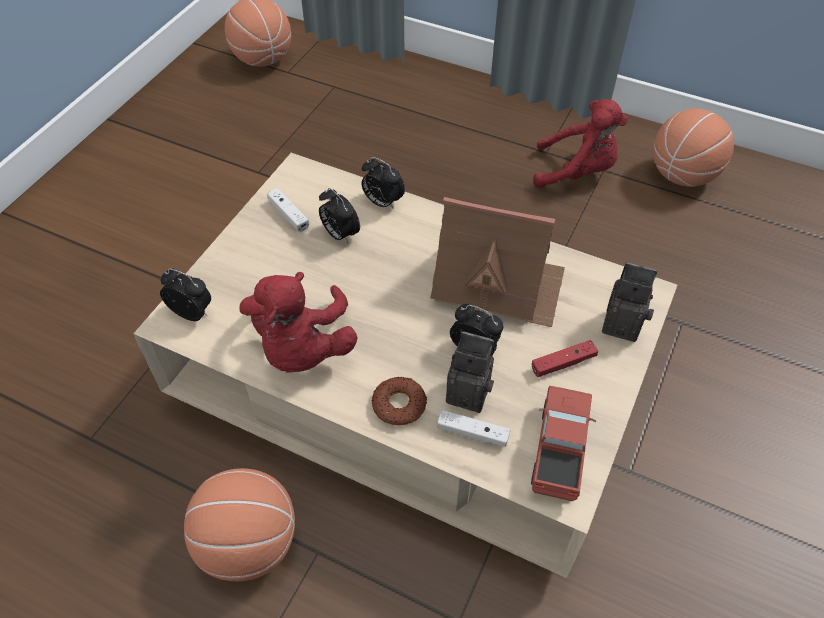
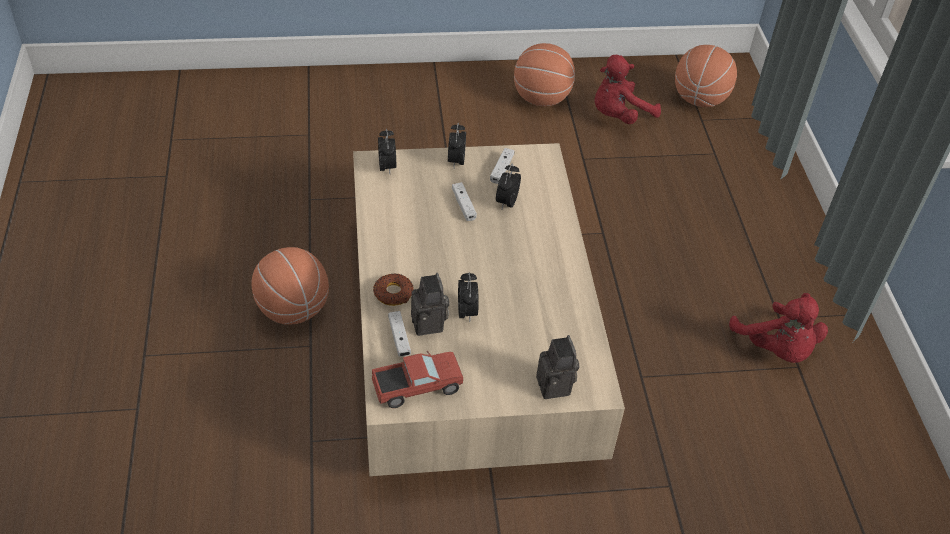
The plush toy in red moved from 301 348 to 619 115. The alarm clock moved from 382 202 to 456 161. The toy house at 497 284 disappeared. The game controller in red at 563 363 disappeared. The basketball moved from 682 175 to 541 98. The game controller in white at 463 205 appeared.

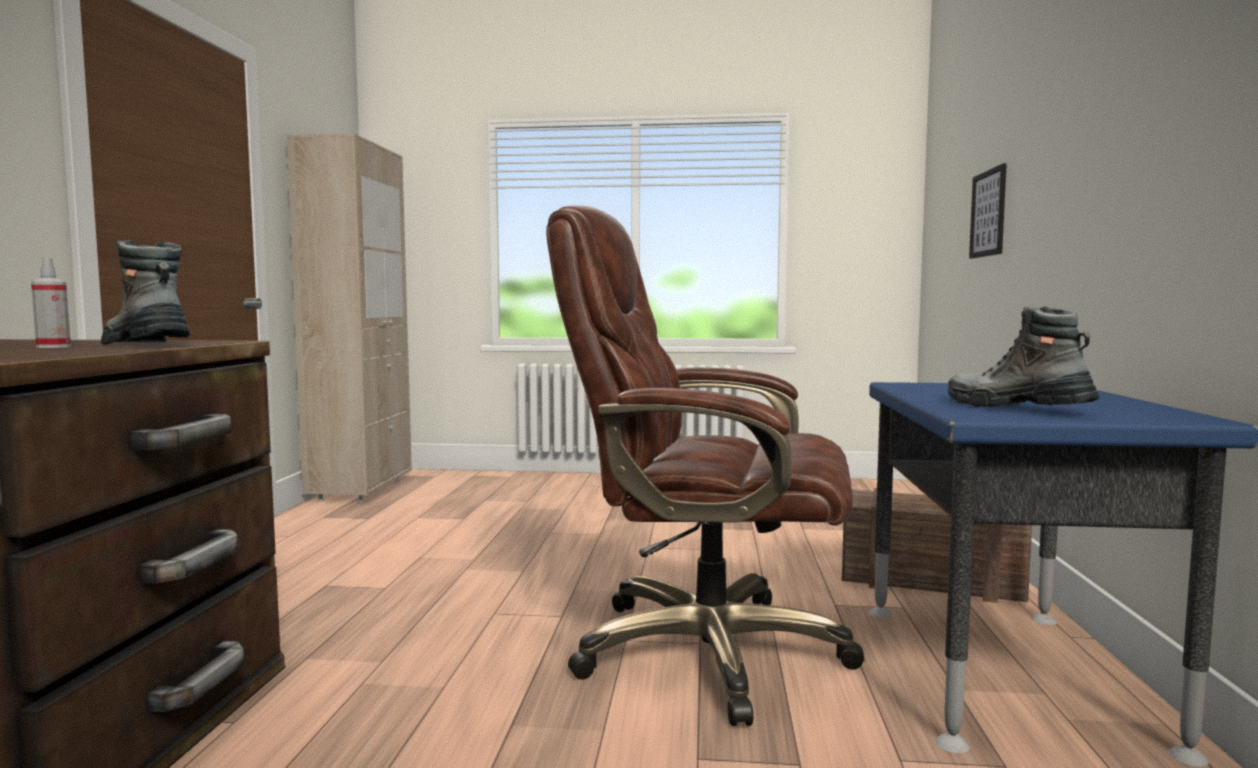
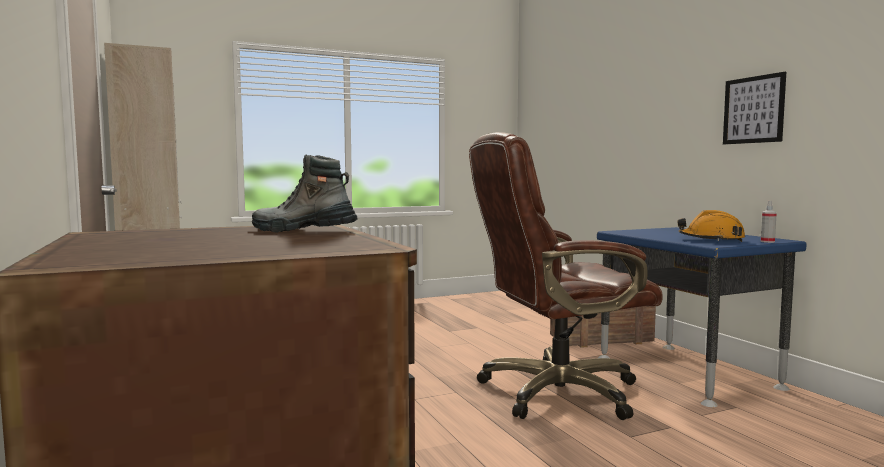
The spray bottle moved from 53 347 to 767 241. The boot at 1016 407 was replaced by the hard hat in orange at 711 240. The picture moved from 988 213 to 753 110.

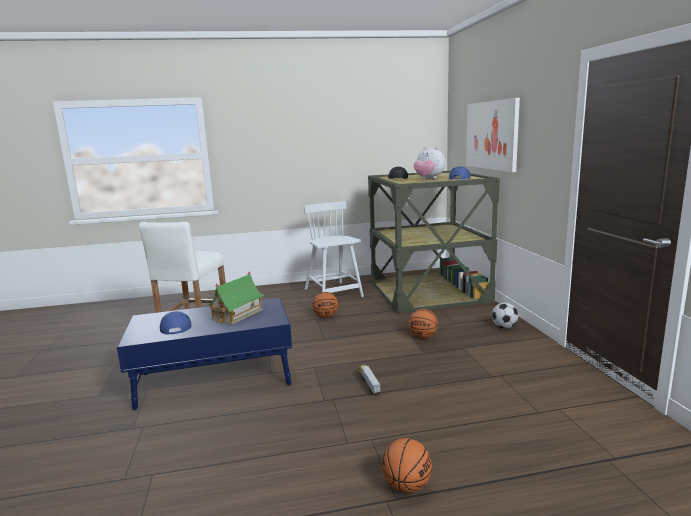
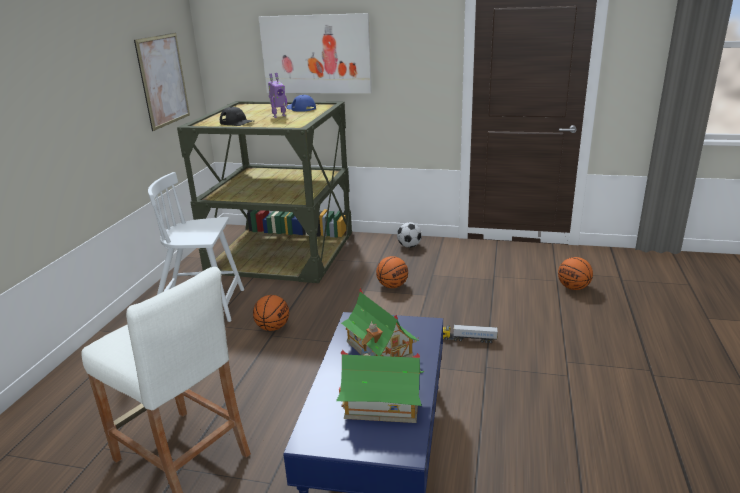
The cap in blue at 176 326 was replaced by the toy house at 381 404. The basketball moved from 407 486 to 573 287. The plush toy at 428 179 was replaced by the toy robot at 279 116. The picture at 163 80 appeared.

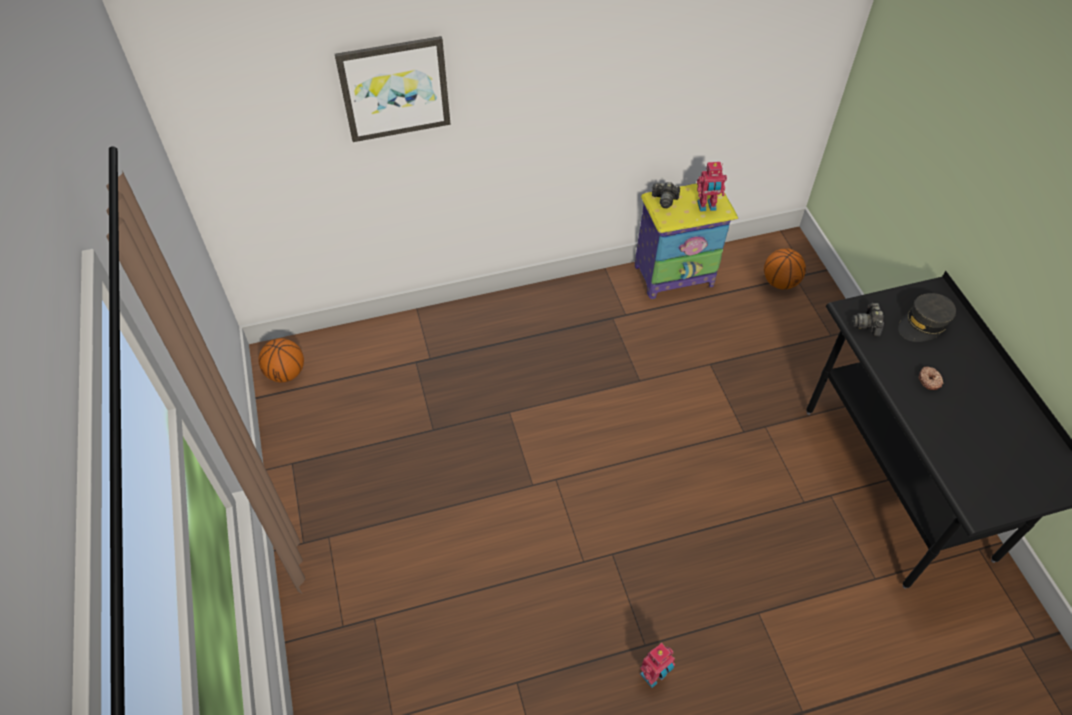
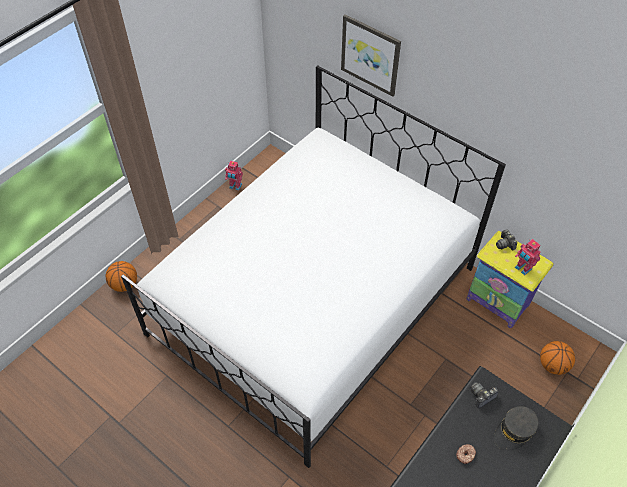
The basketball moved from 286 373 to 124 284. The toy robot moved from 654 676 to 235 186. The cap in grey at 923 324 turned 60 degrees counterclockwise. The bed in white at 314 300 appeared.

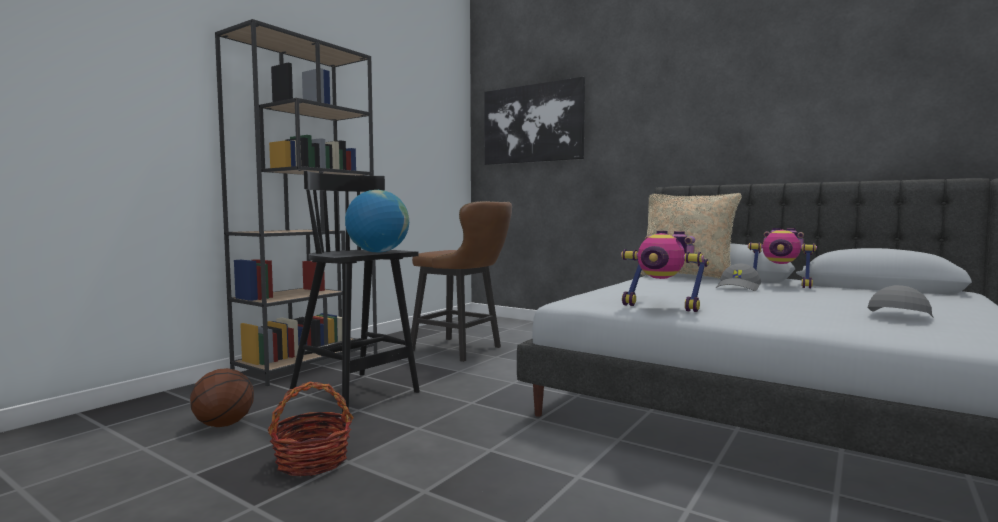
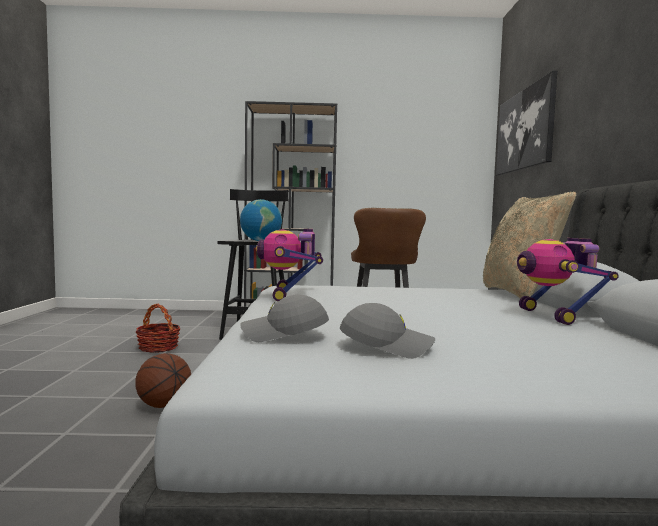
The basketball moved from 223 424 to 163 405. The cap in grey moved from 739 288 to 284 335.

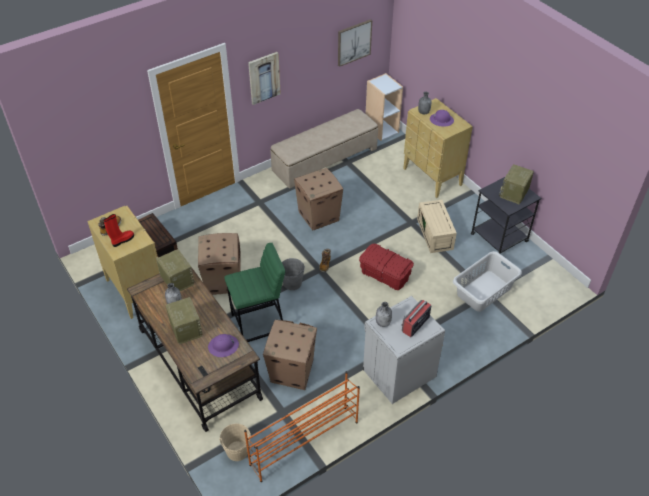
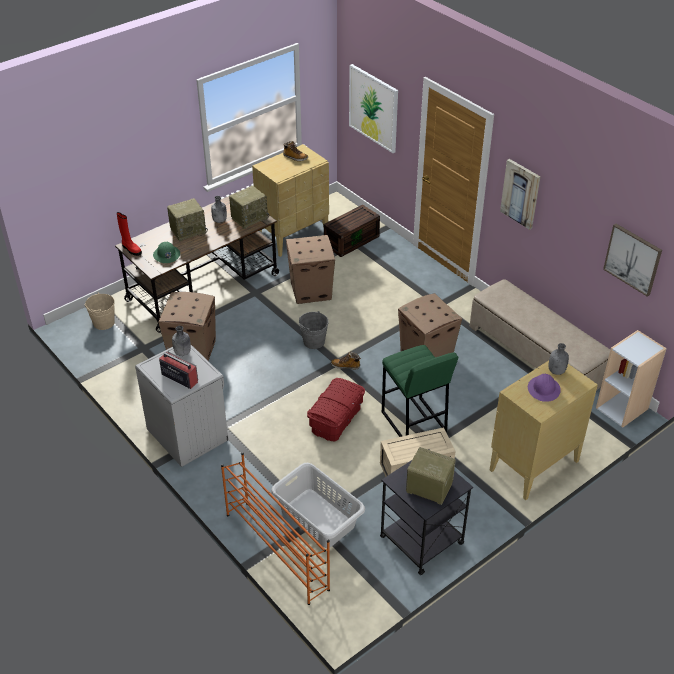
The boot in red moved from 122 240 to 131 249. The hard hat in purple at 223 346 became the hard hat in green at 166 255. The stool in green moved from 259 322 to 414 422. The shoe rack in orange moved from 303 443 to 276 550. The picture at 373 108 appeared.

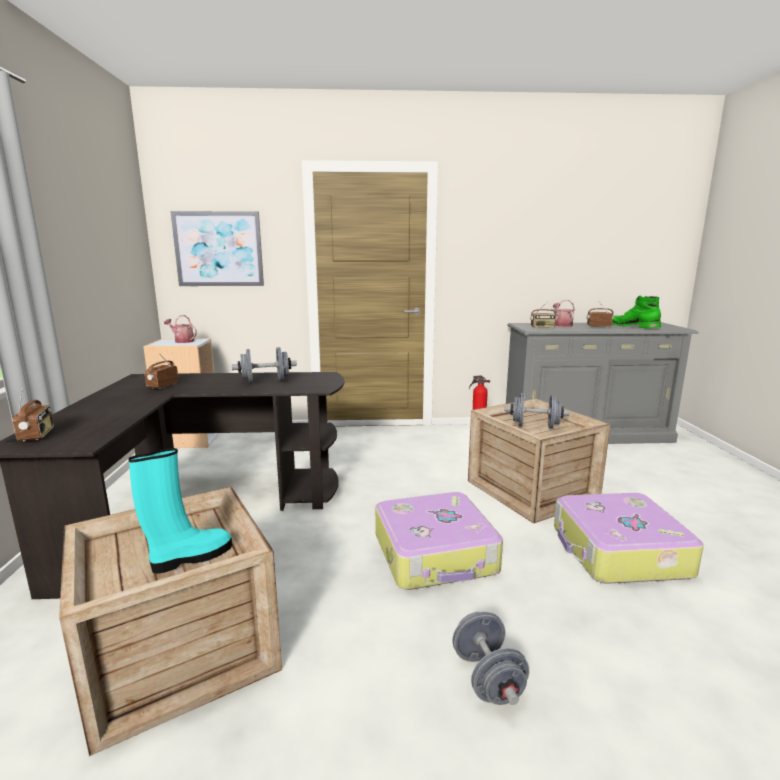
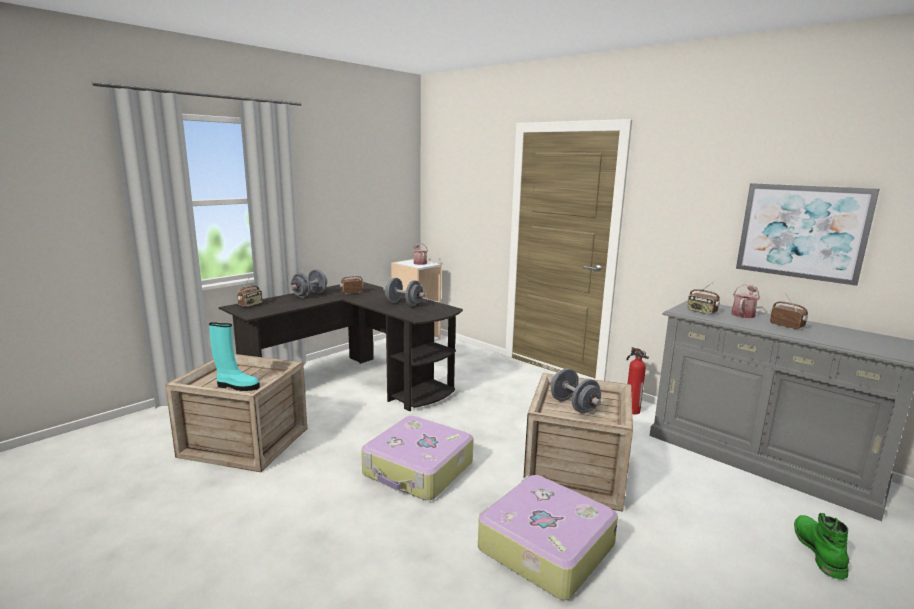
The picture moved from 218 249 to 802 232. The dumbbell in grey moved from 487 678 to 309 295. The boot in green moved from 632 326 to 818 550.

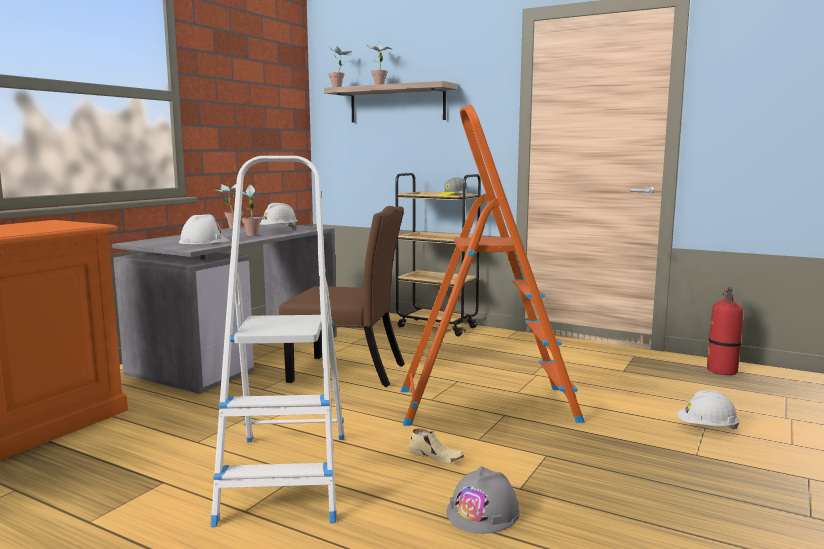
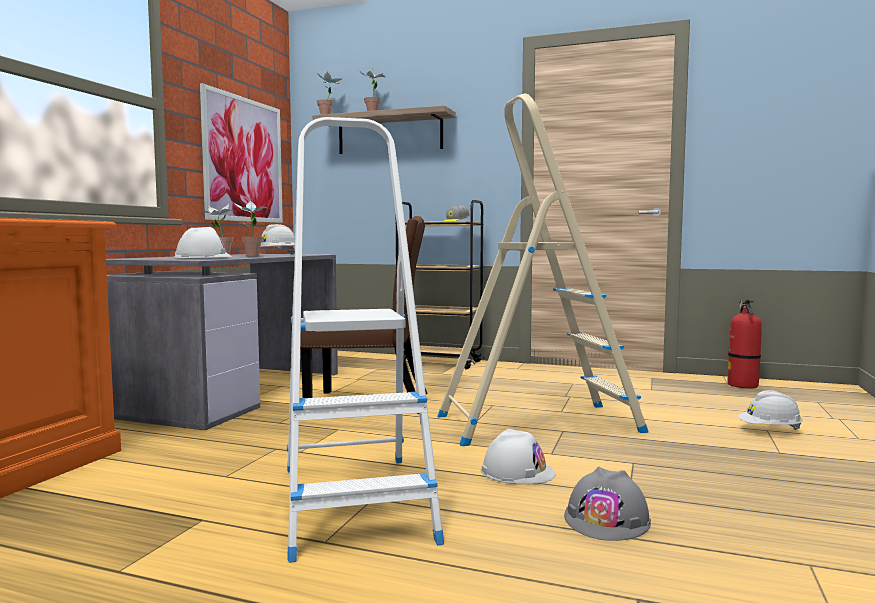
The step ladder in orange at 488 405 became the step ladder in beige at 539 423. The shoe in beige at 436 456 was replaced by the hard hat in white at 517 471. The picture at 243 160 appeared.

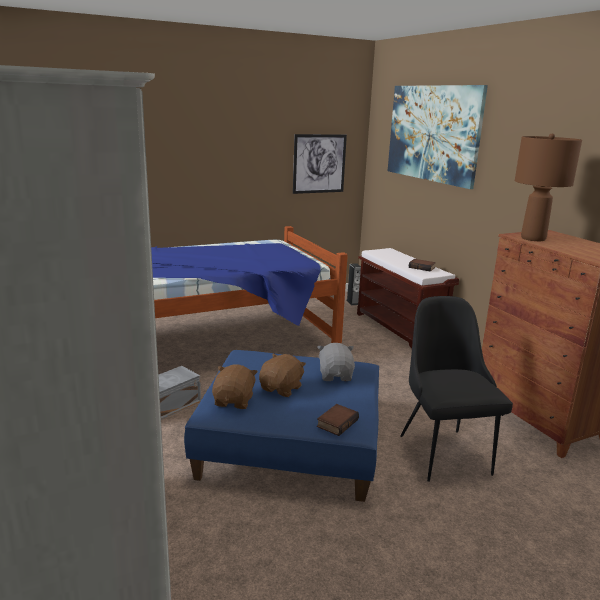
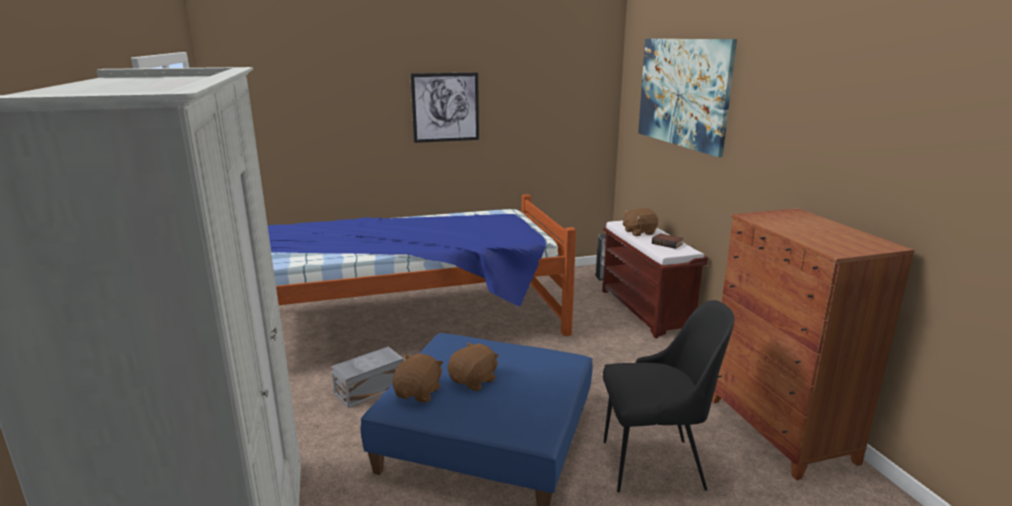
The picture moved from 319 163 to 445 107. The book at 336 422 disappeared. The plush toy in grey at 336 375 disappeared. The chair in black at 443 454 turned 90 degrees clockwise. The table lamp in brown at 533 238 disappeared. The plush toy in brown at 639 232 appeared.

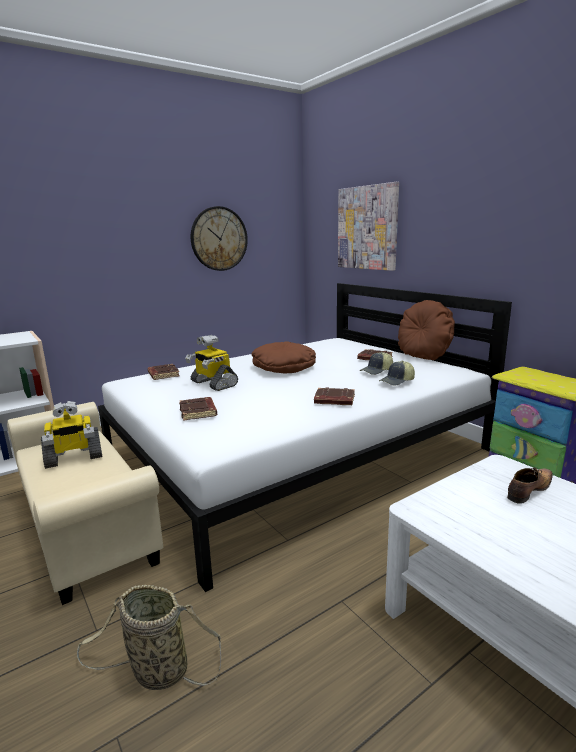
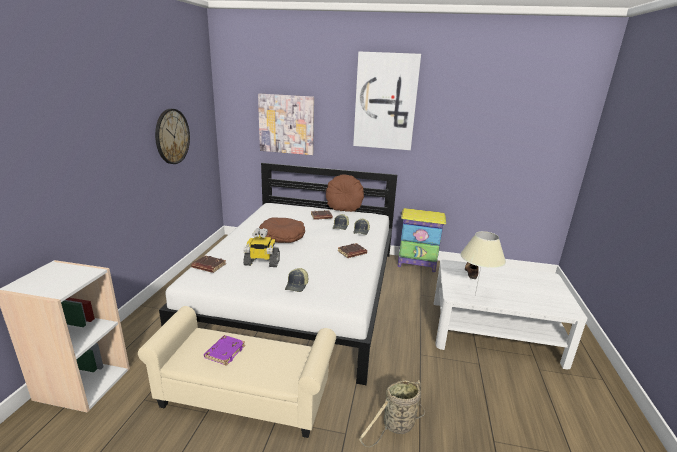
The toy robot at 73 458 was replaced by the book in purple at 225 352. The book in brown at 199 412 was replaced by the cap at 297 285. The picture at 385 102 appeared. The table lamp in beige at 475 295 appeared.

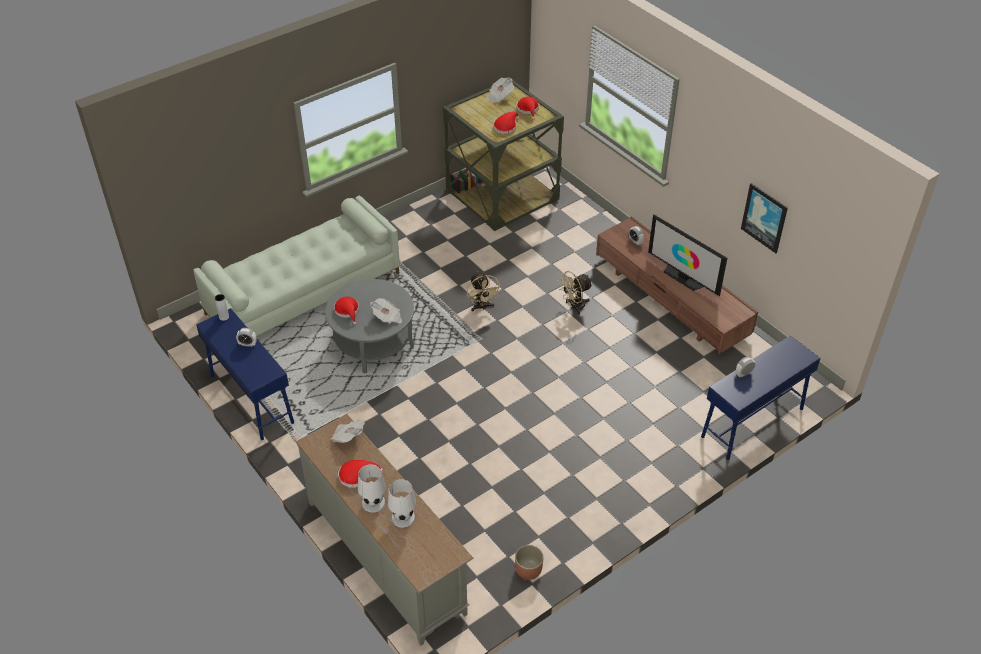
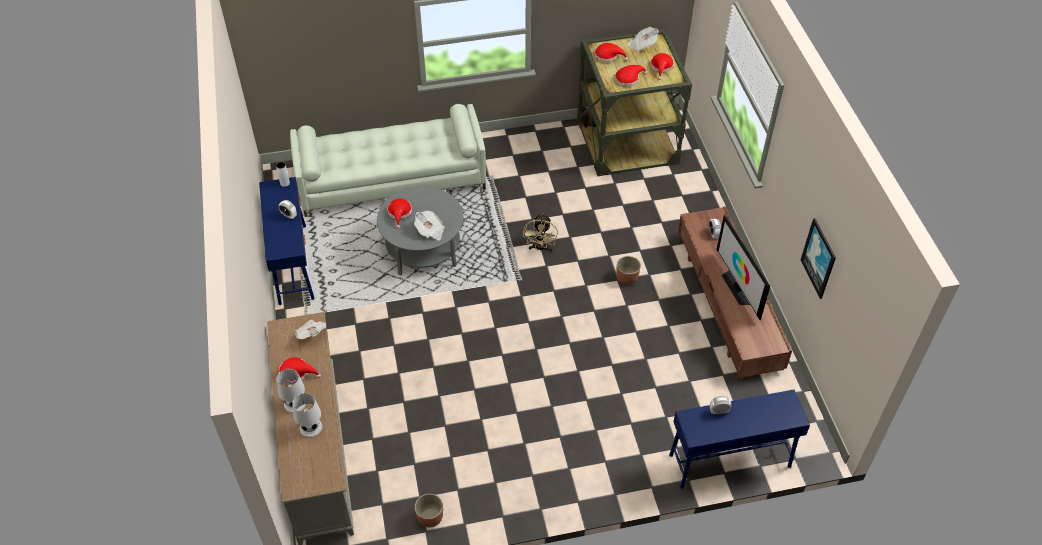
The fan in beige at 574 306 was replaced by the planter at 627 278. The hat in red at 608 56 appeared.

